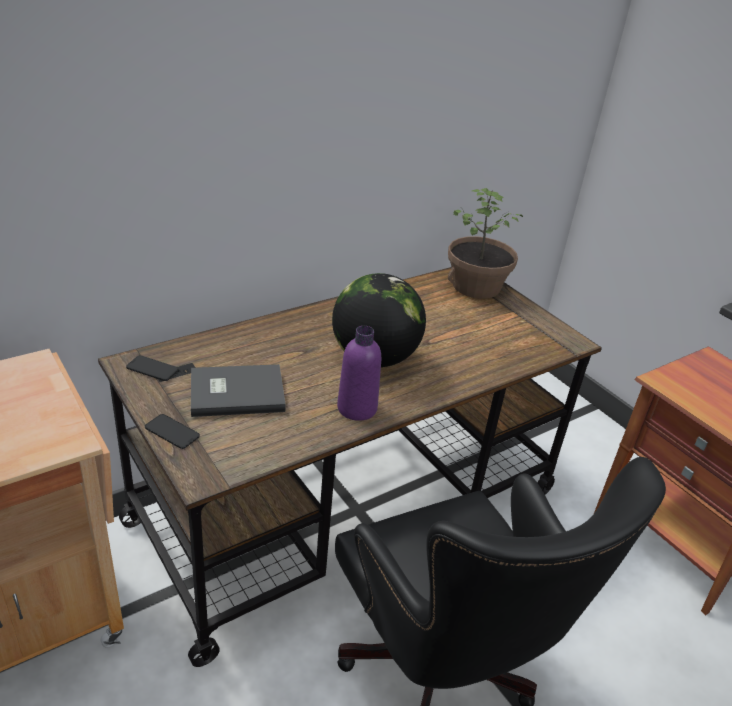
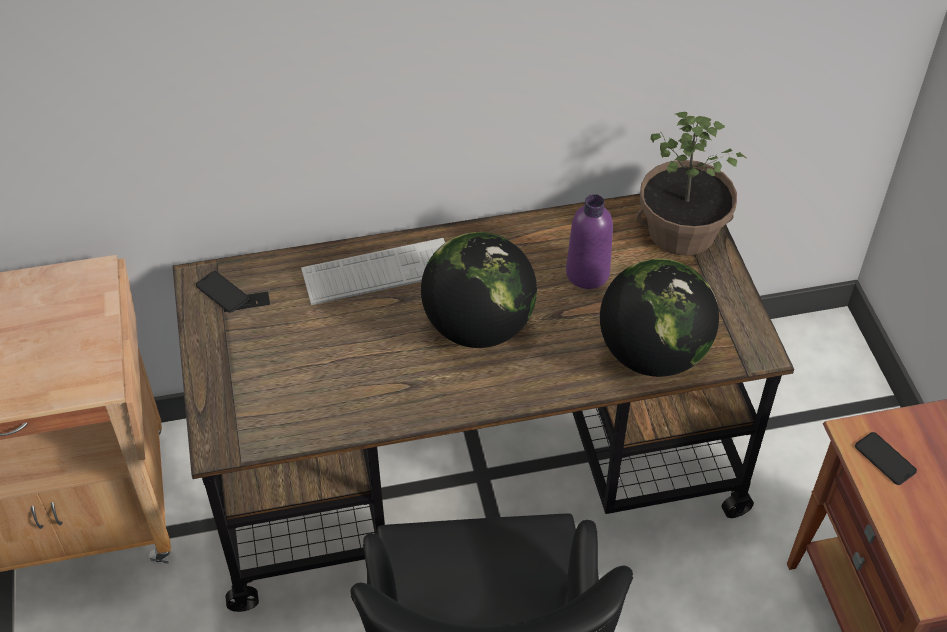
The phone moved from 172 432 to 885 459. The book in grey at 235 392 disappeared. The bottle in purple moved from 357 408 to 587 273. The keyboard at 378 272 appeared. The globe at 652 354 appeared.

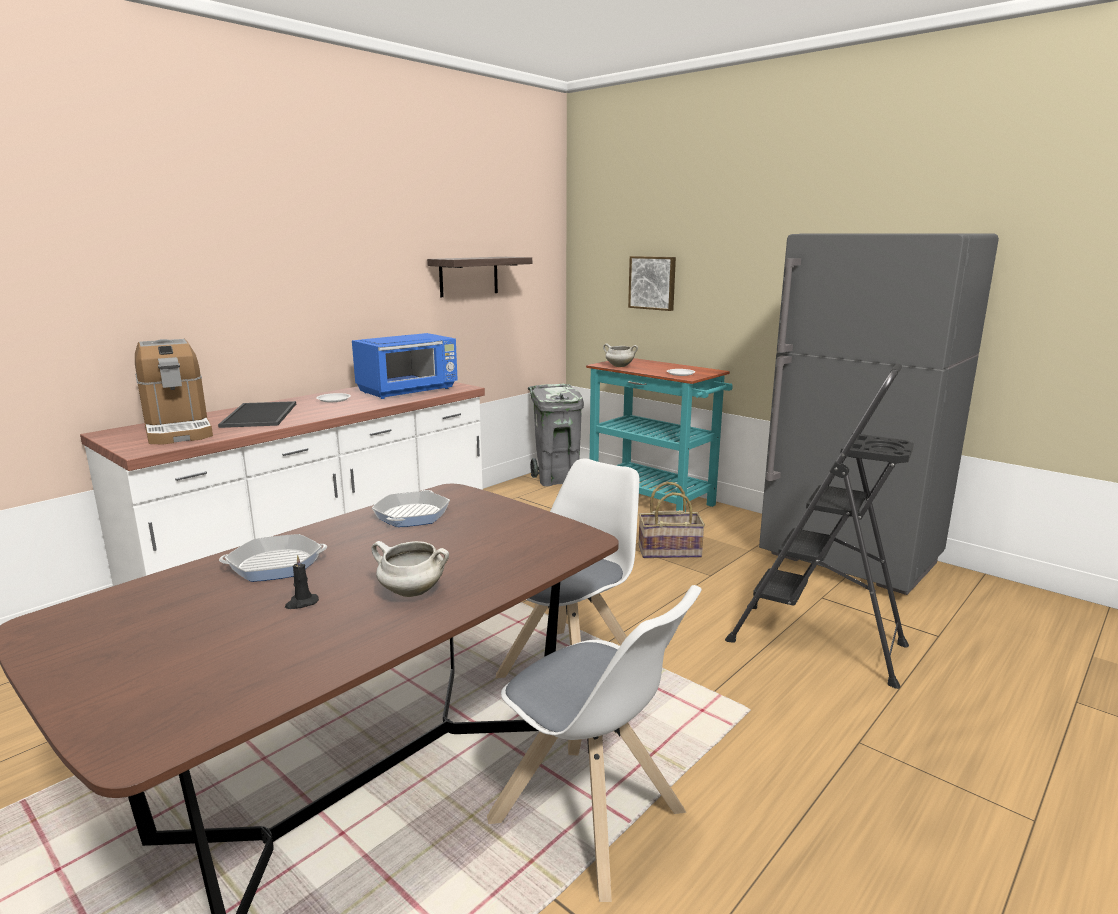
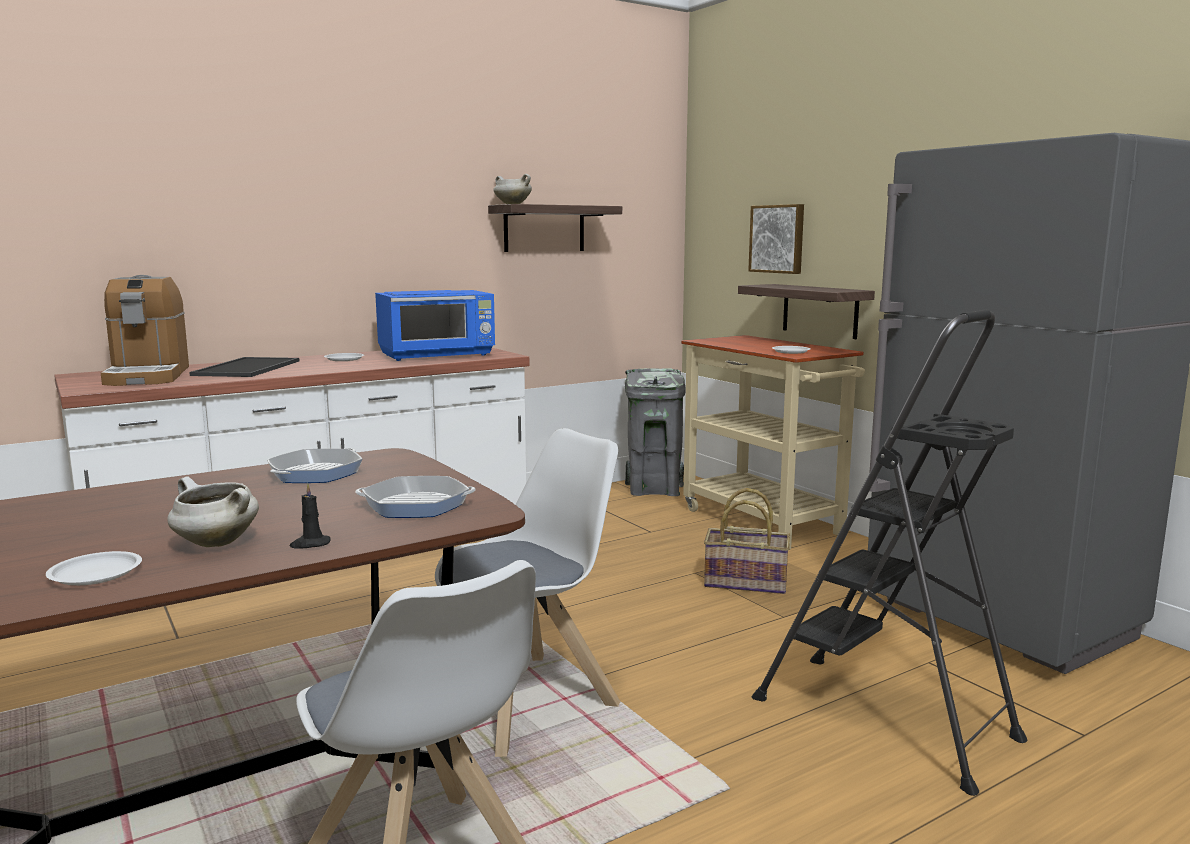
The frying pan moved from 275 564 to 416 505. The candle in black moved from 301 603 to 310 544. The cart in turquoise at 653 500 became the cart in beige at 763 522. The cooking pot in white moved from 619 366 to 512 204. The plate in white at 95 574 appeared. The shelf at 820 310 appeared.

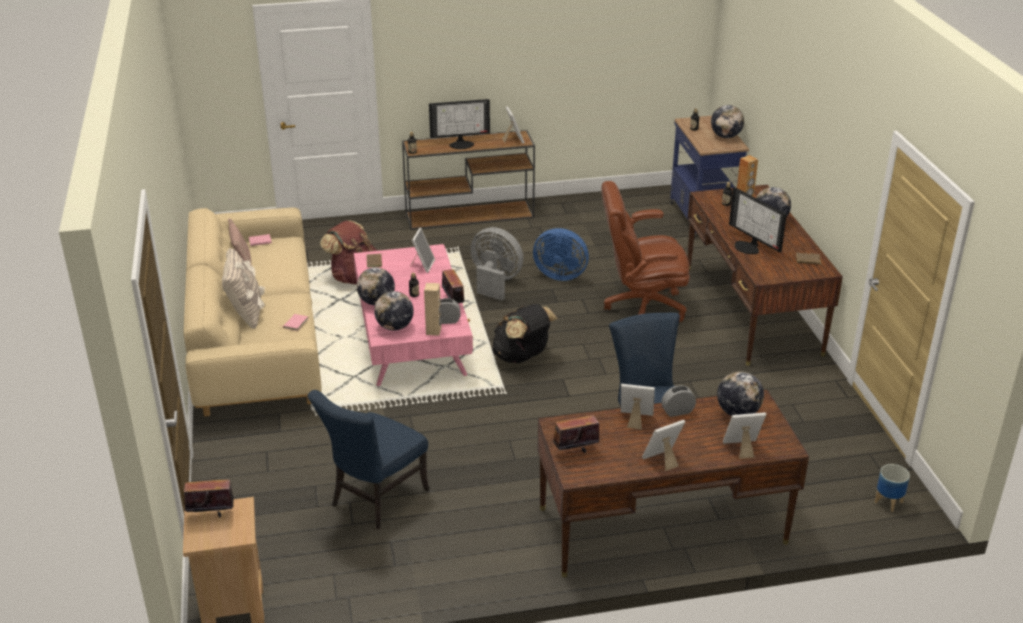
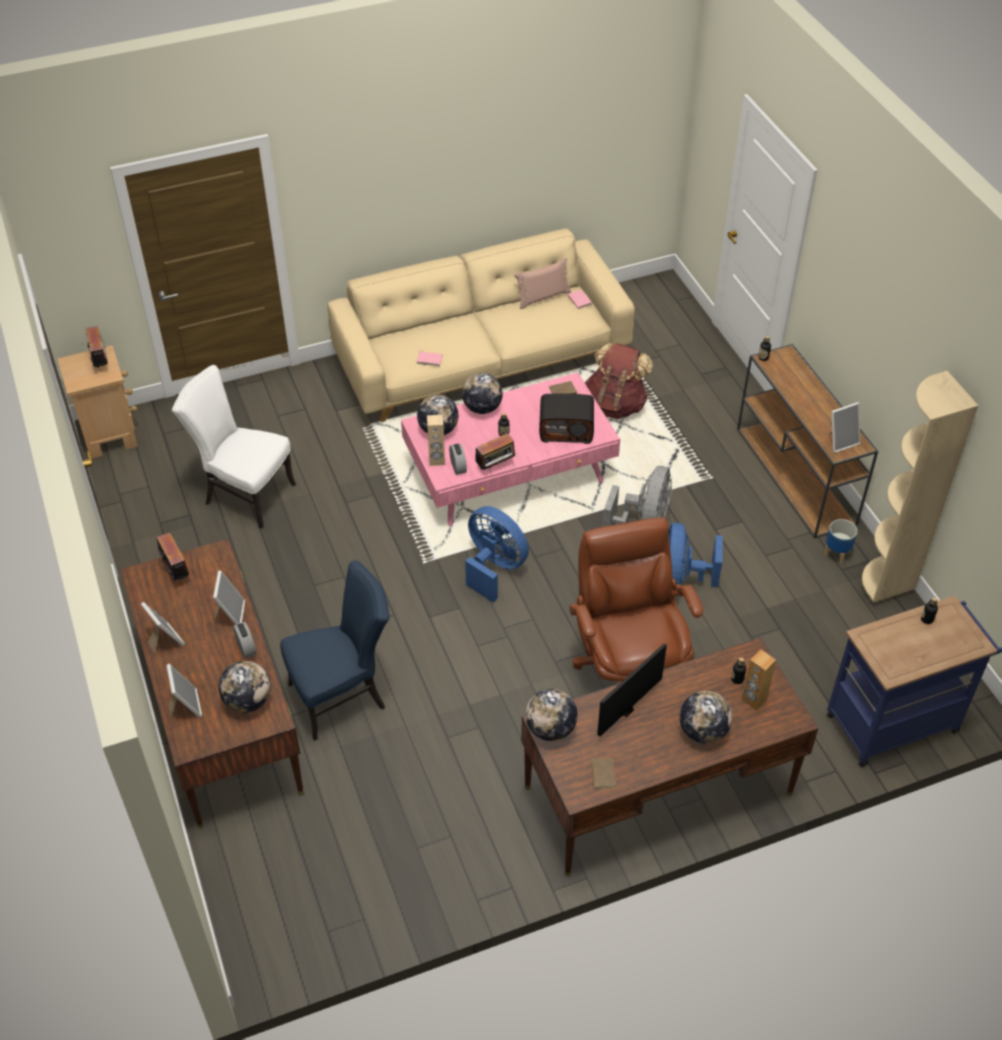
The pillow in beige at 247 313 disappeared. The chair in blue at 375 500 became the chair in white at 244 493. The picture frame at 422 265 was replaced by the radio at 566 429. The monitor at 461 144 disappeared. The backpack in black at 522 357 was replaced by the fan in blue at 494 567. The globe moved from 725 136 to 550 729. The planter moved from 888 502 to 837 553. The bookcase in beige at 882 583 appeared.

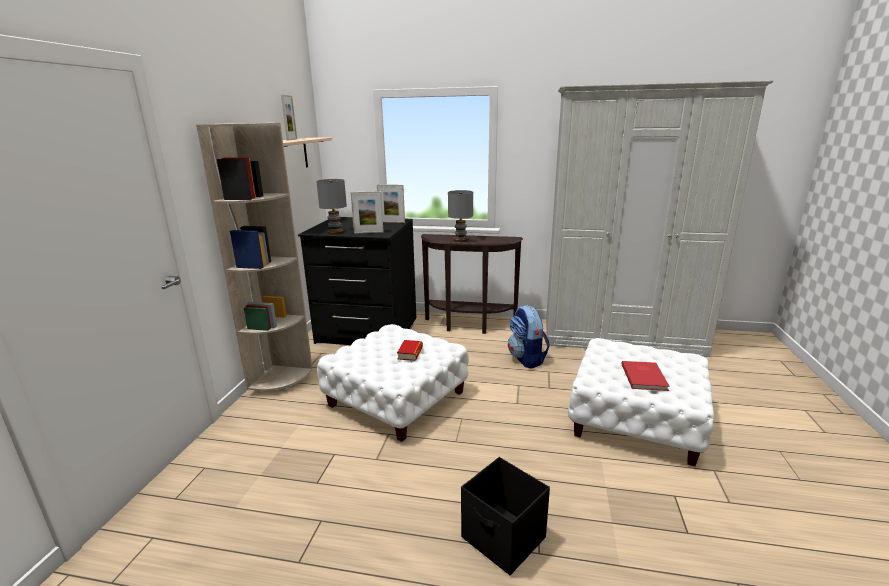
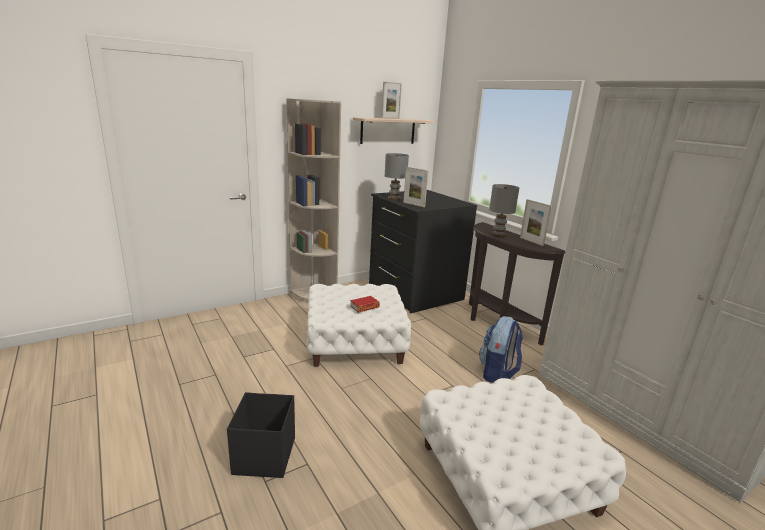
The picture frame moved from 392 222 to 531 241. The book in red at 645 377 disappeared.

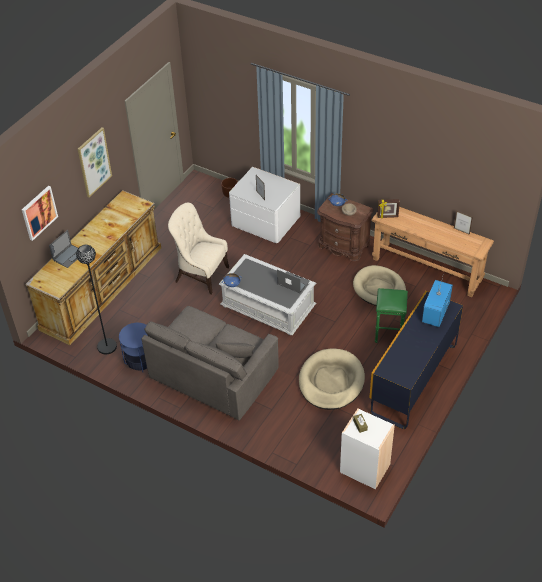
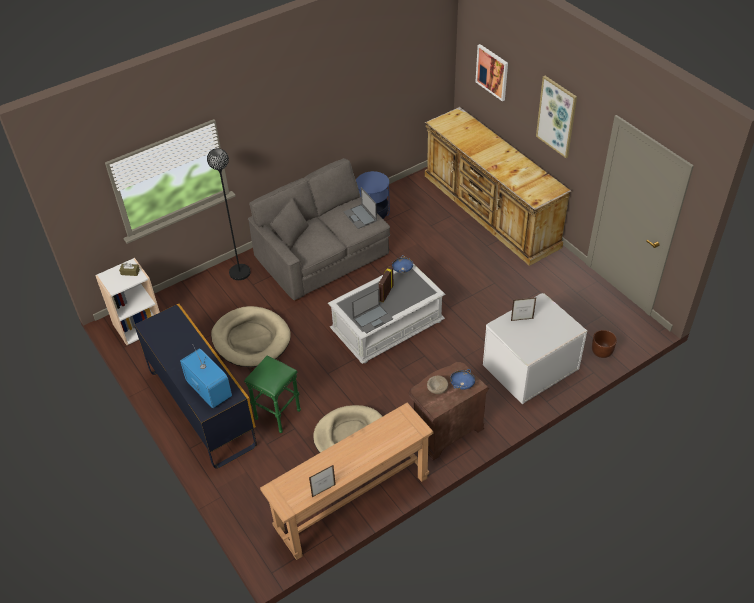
The laptop moved from 69 256 to 360 216. The floor lamp in black moved from 106 347 to 240 272. The armchair in beige at 201 275 disappeared. The picture frame moved from 387 216 to 386 293.

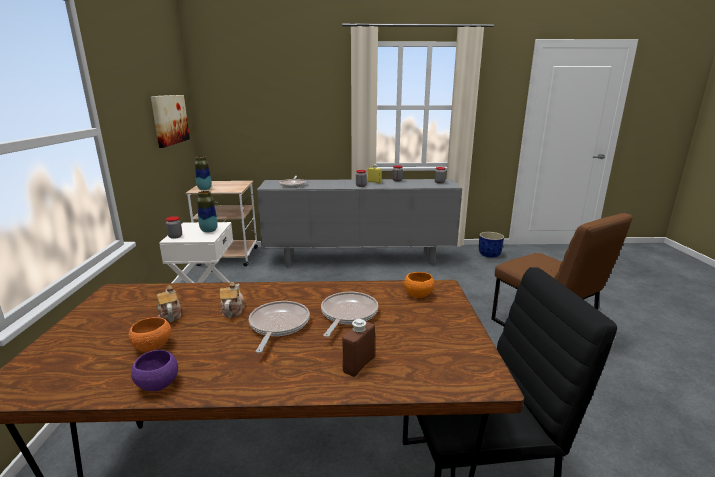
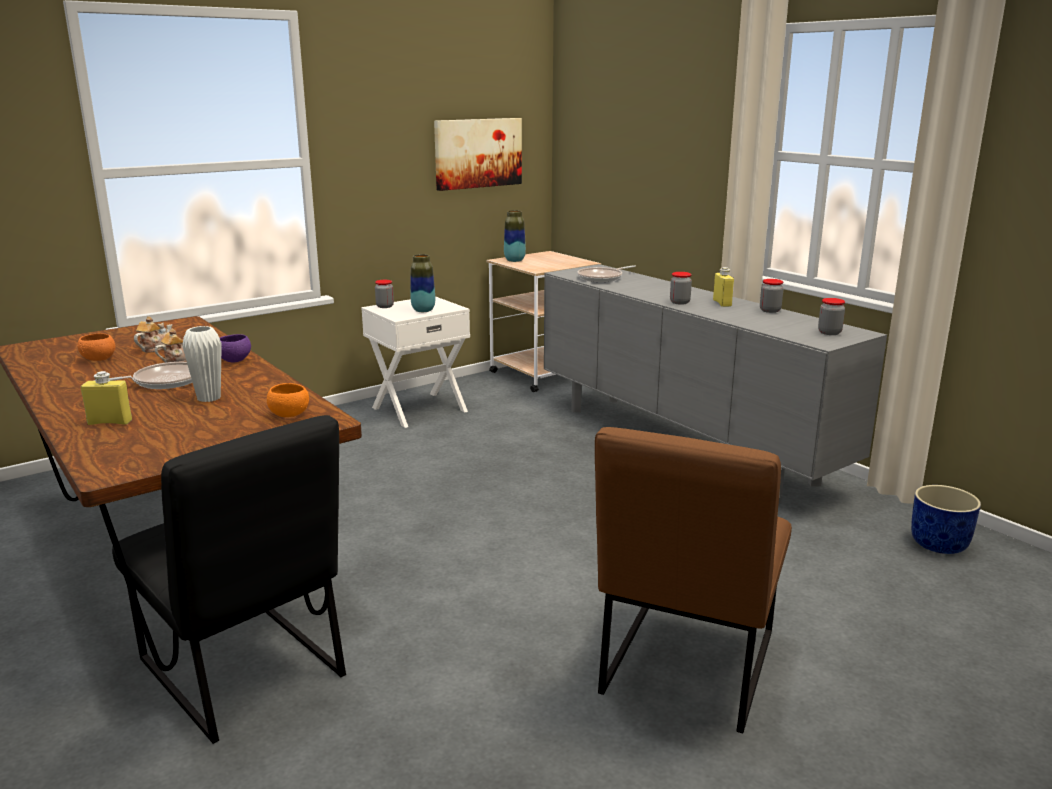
The bowl in purple moved from 158 384 to 235 360. The frying pan at 347 314 was replaced by the vase in white at 209 398. The bottle in brown at 359 364 became the bottle in yellow at 110 422.

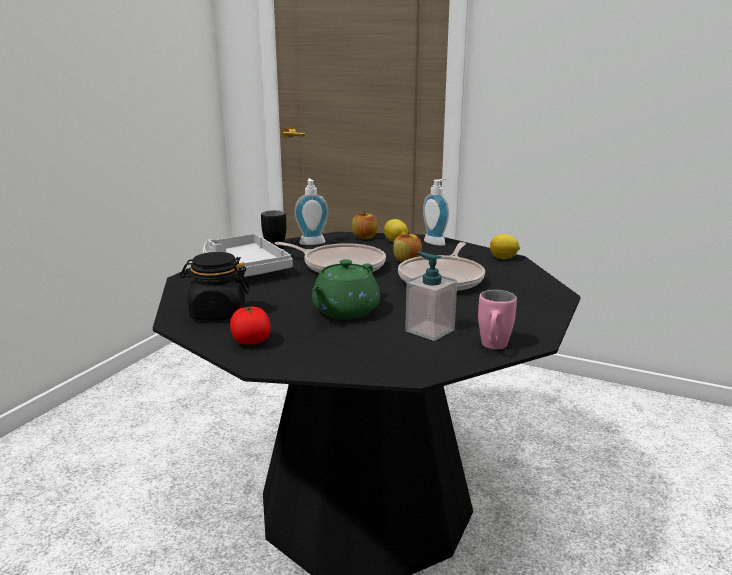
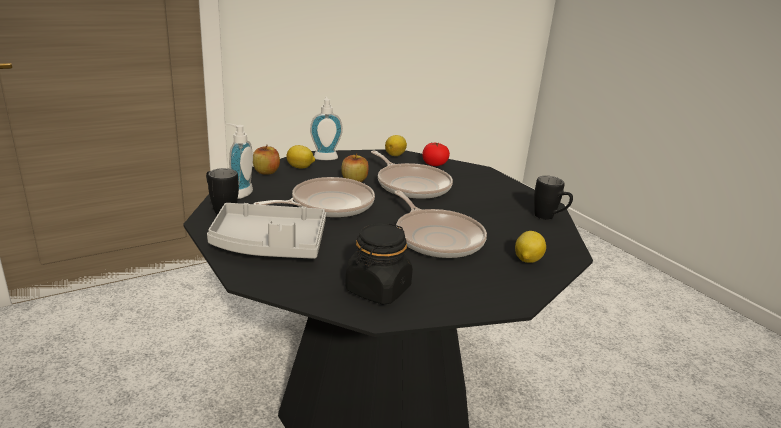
The tomato moved from 251 341 to 434 164. The teapot in green at 344 311 was replaced by the frying pan at 437 238. The soap dispenser at 429 330 disappeared. The mug in pink at 493 348 became the mug in black at 549 218. The lemon at 527 260 appeared.

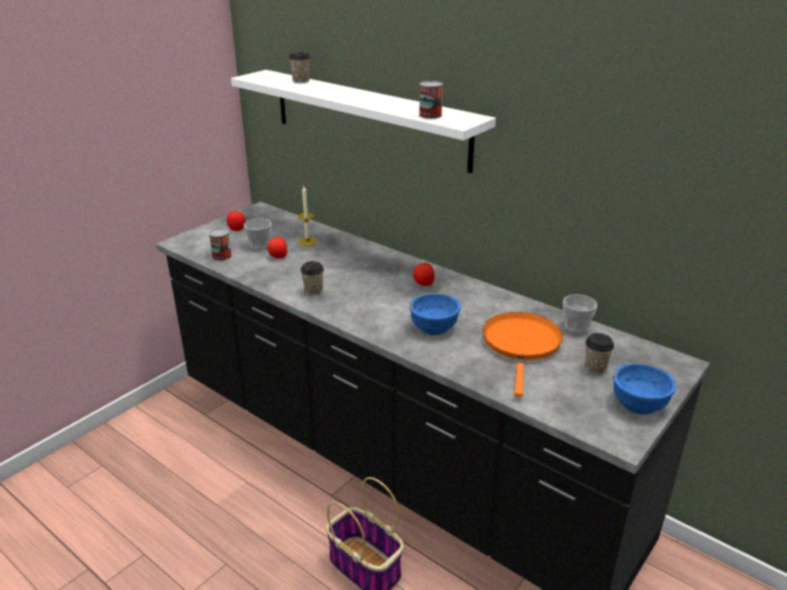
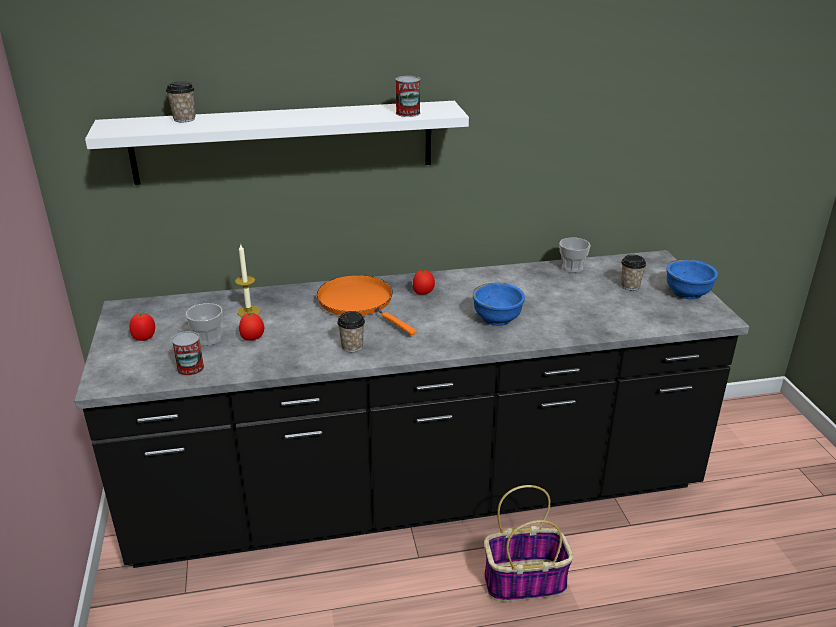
The frying pan in orange moved from 521 344 to 359 303.

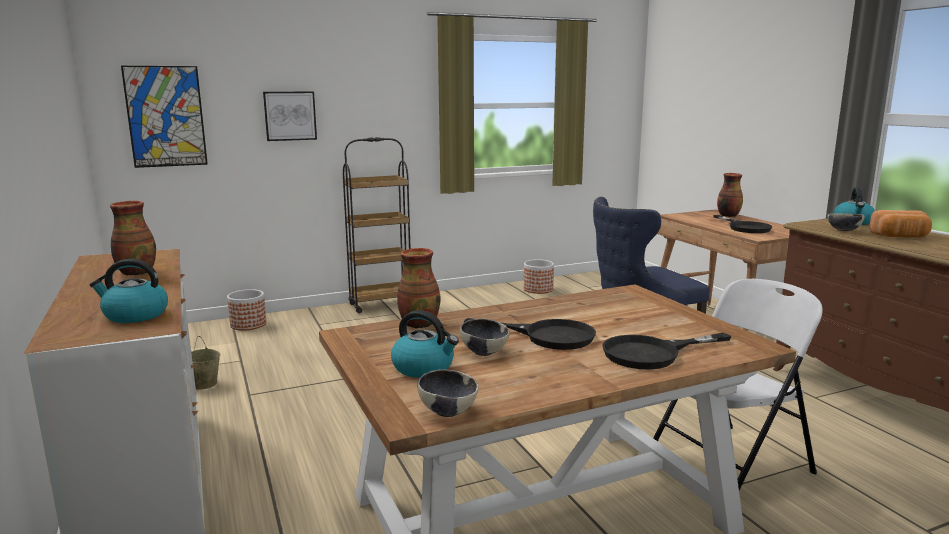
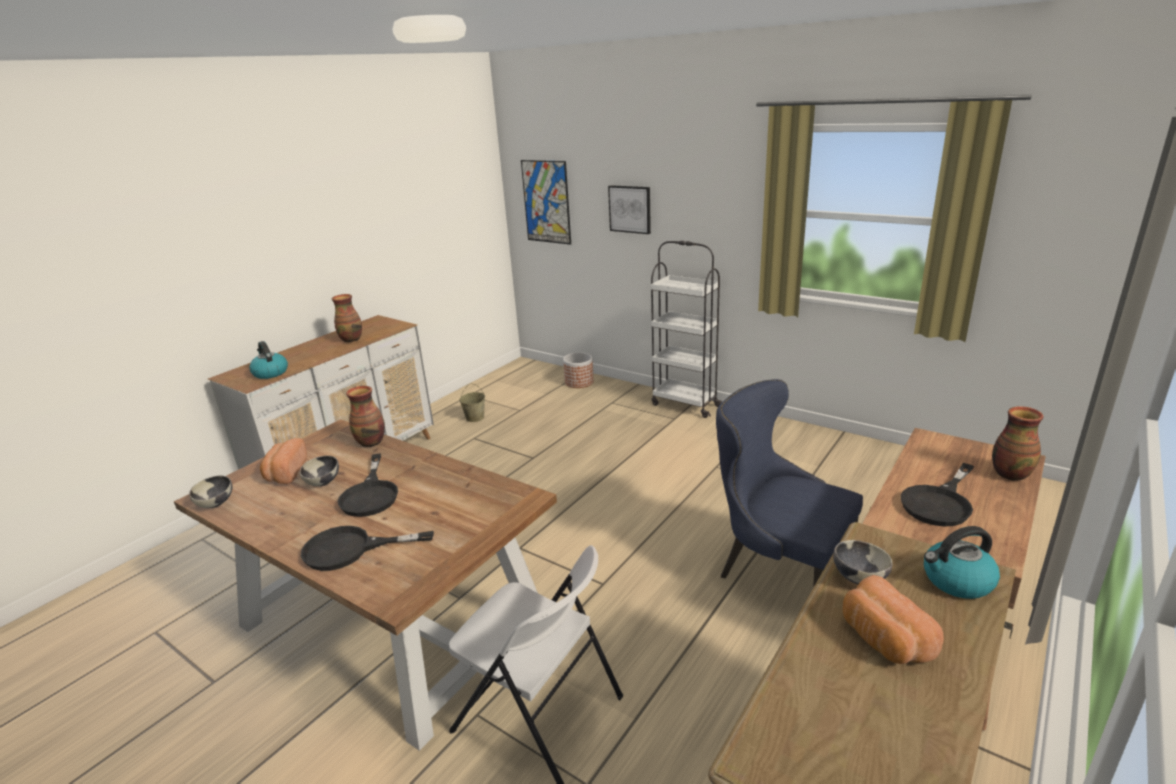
The cart in brown at 381 305 became the cart in white at 685 405. The kettle at 424 368 was replaced by the bread at 285 473. The planter at 538 289 disappeared. The frying pan in black at 652 353 turned 45 degrees counterclockwise.

